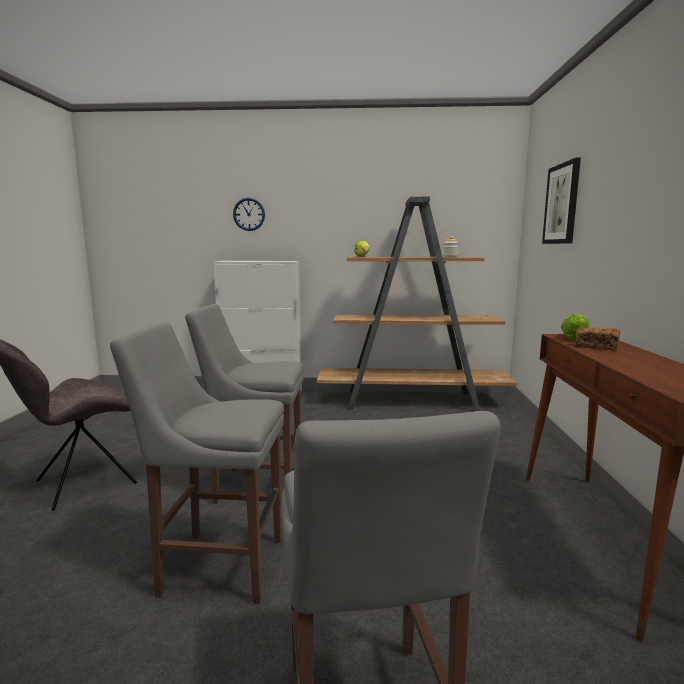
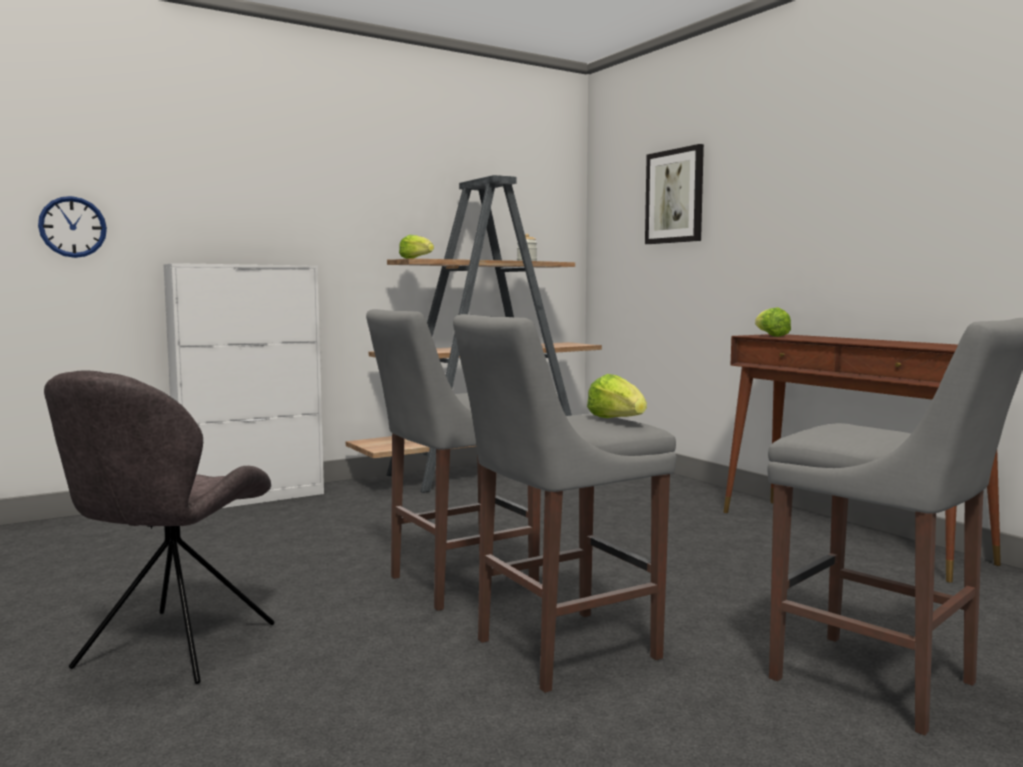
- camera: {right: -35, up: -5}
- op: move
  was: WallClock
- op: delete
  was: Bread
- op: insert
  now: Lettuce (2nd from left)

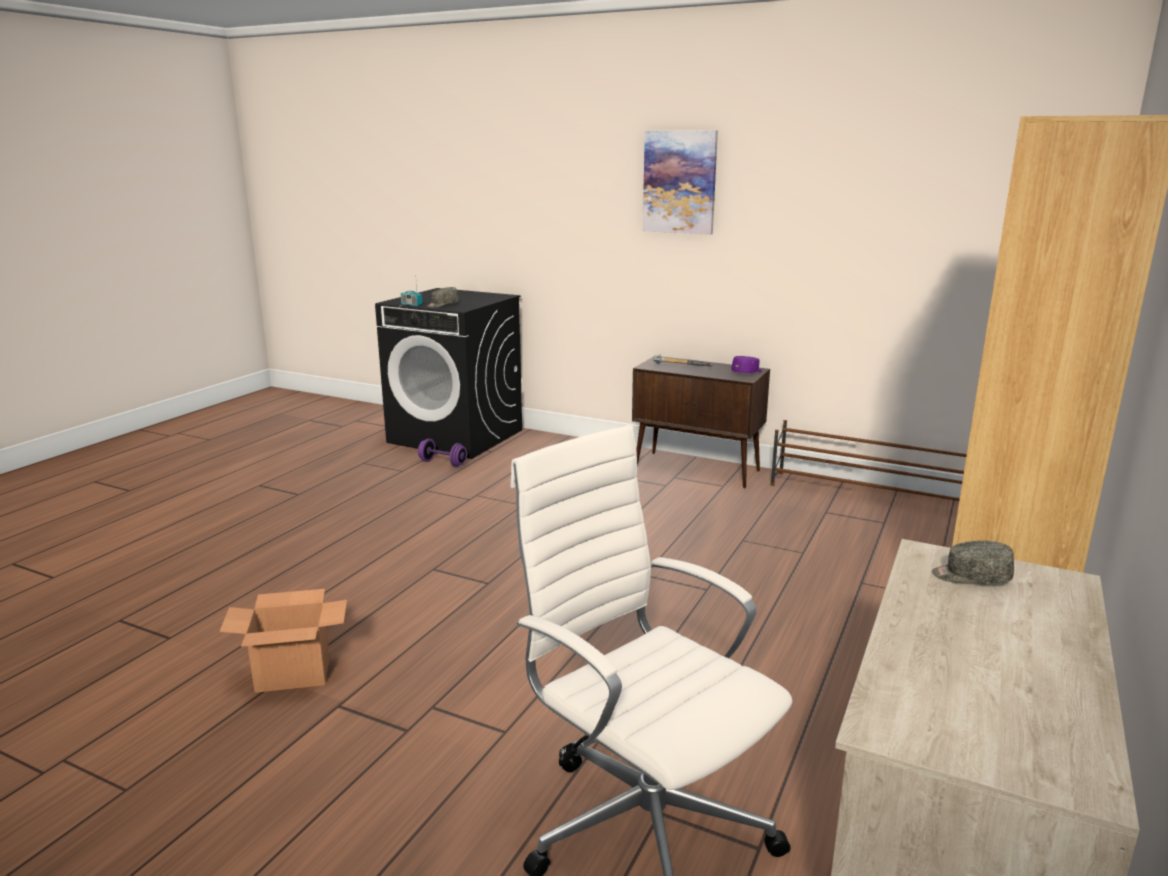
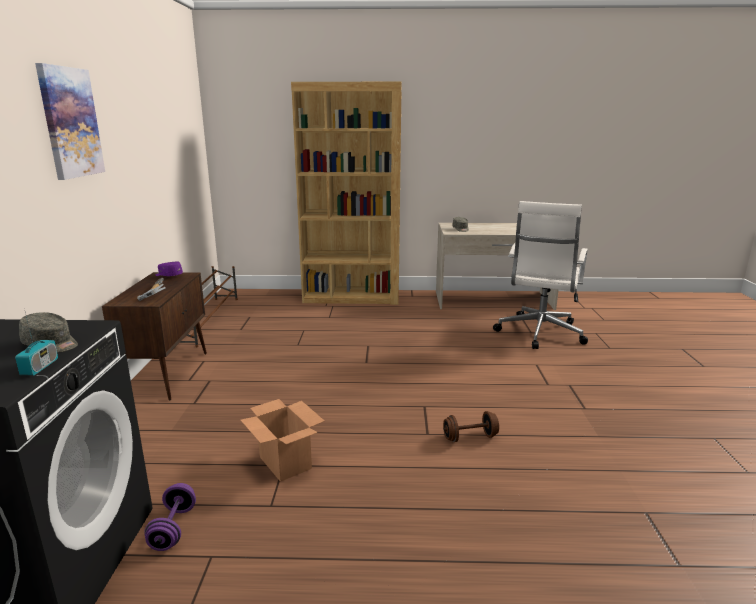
- camera: {right: -115, up: 0}
- op: move
  was: CardboardBox
- op: insert
  now: BrownDumbbell

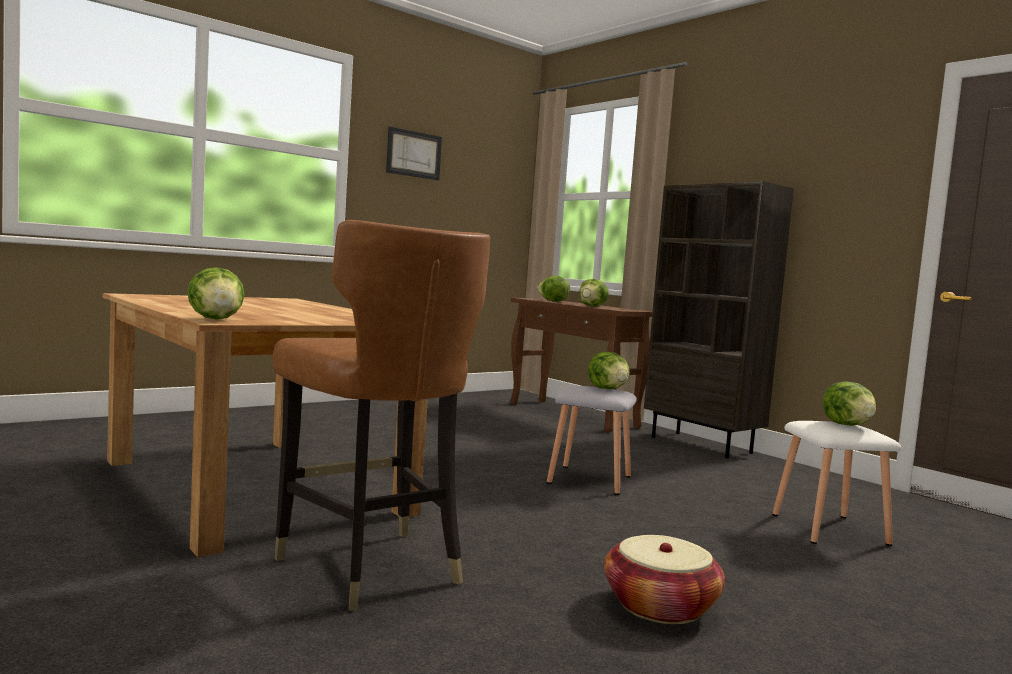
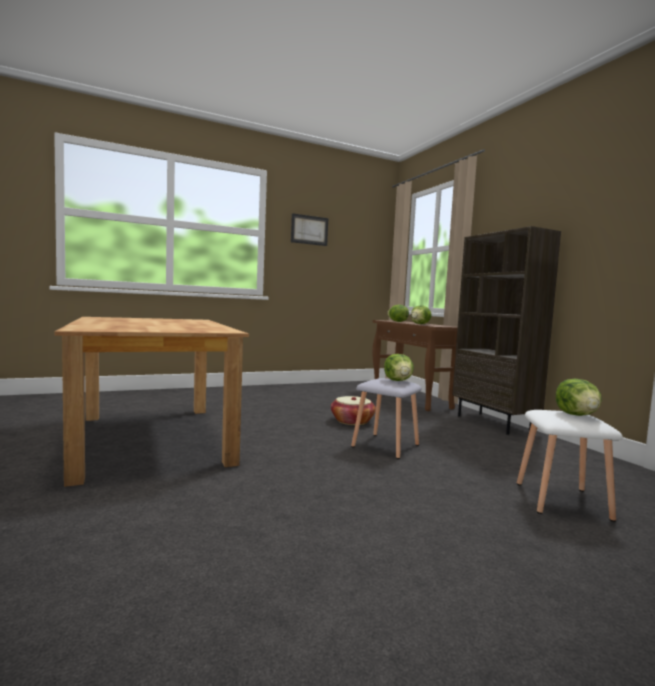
- camera: {right: 15, up: 0}
- op: delete
  was: Lettuce (1st from left)
- op: delete
  was: BrownChair
- op: move
  was: Basket

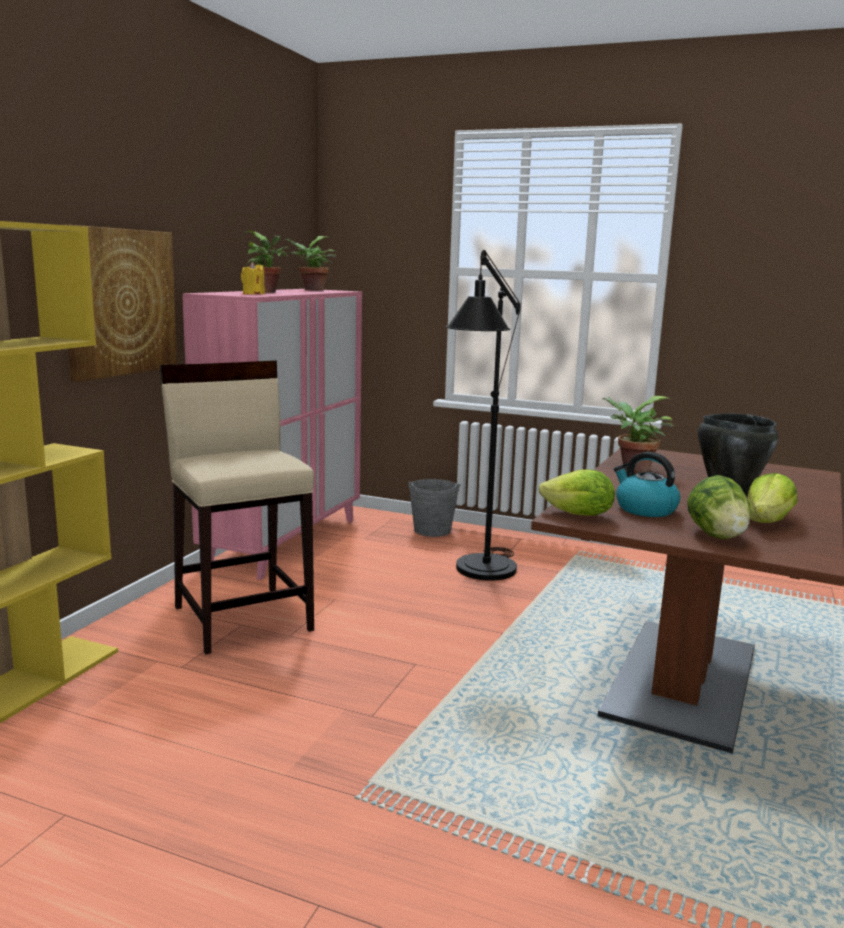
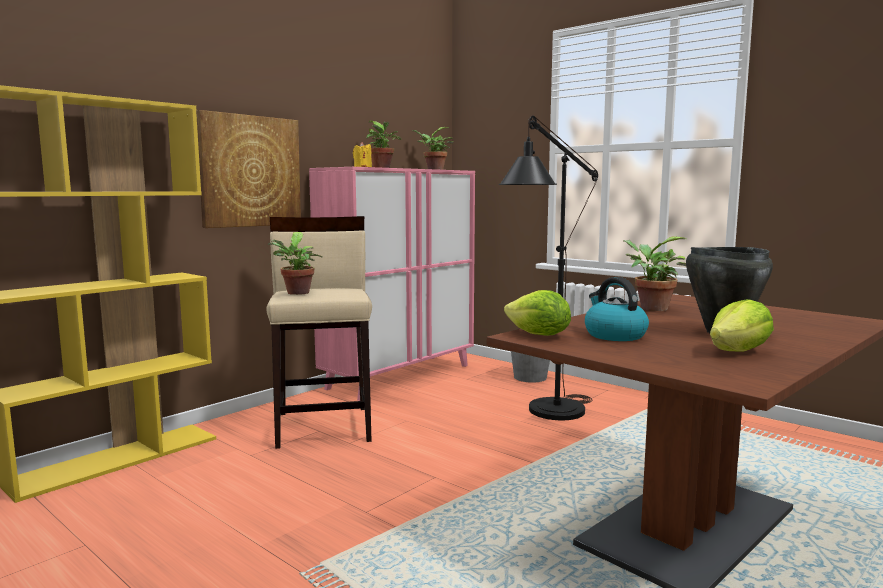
- camera: {right: 20, up: -5}
- op: delete
  was: Lettuce (2nd from left)
- op: insert
  now: PottedPlant (1st from left)

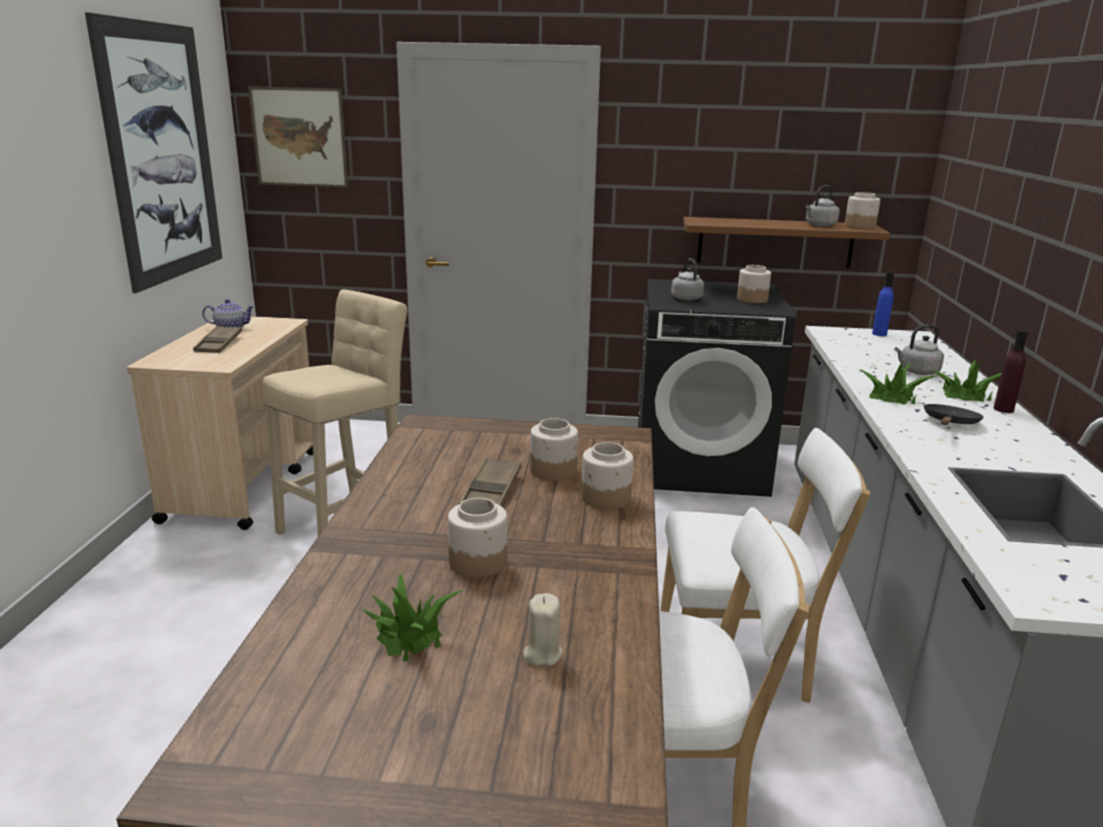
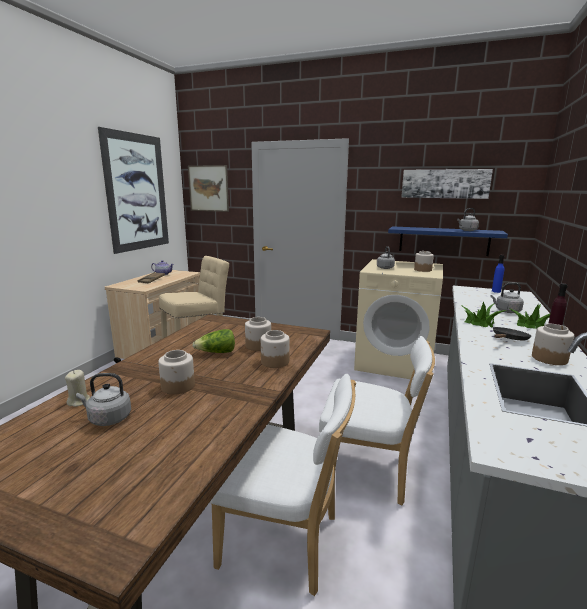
- camera: {right: 15, up: -5}
- op: replace
  was: PottedPlant (1st from left)
  now: GreyKettle (1st from left)
- op: replace
  was: BrownTray (2nd from left)
  now: Lettuce
- op: move
  was: BeigeCandle
- op: recolor
  was: BlackWashingMachine
  now: BeigeWashingMachine
- op: recolor
  was: BrownShelf
  now: BlueShelf
- op: move
  was: Jar (5th from left)
- op: insert
  now: Picture (3rd from left)

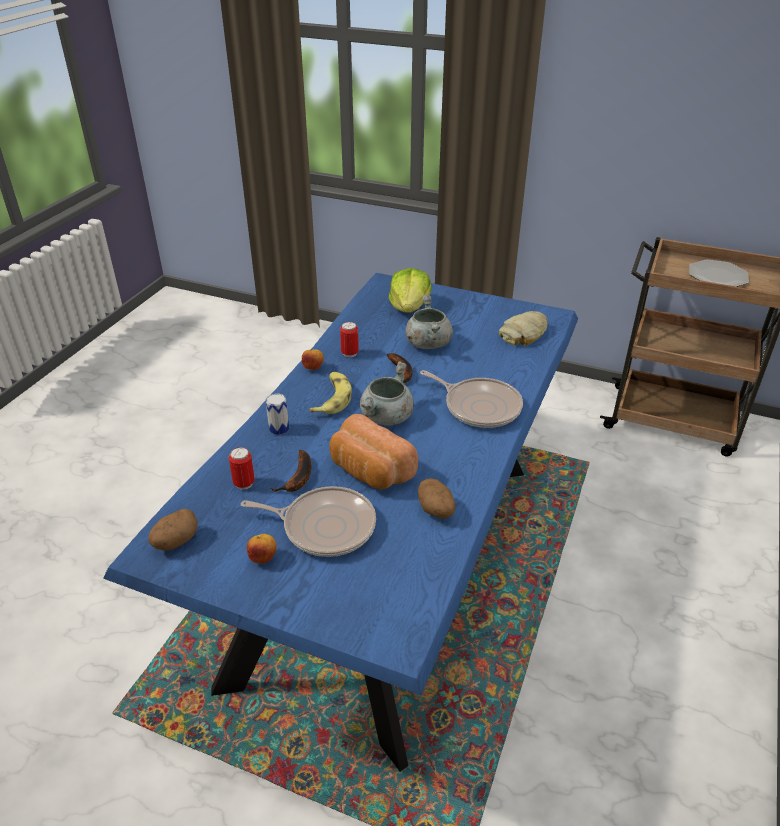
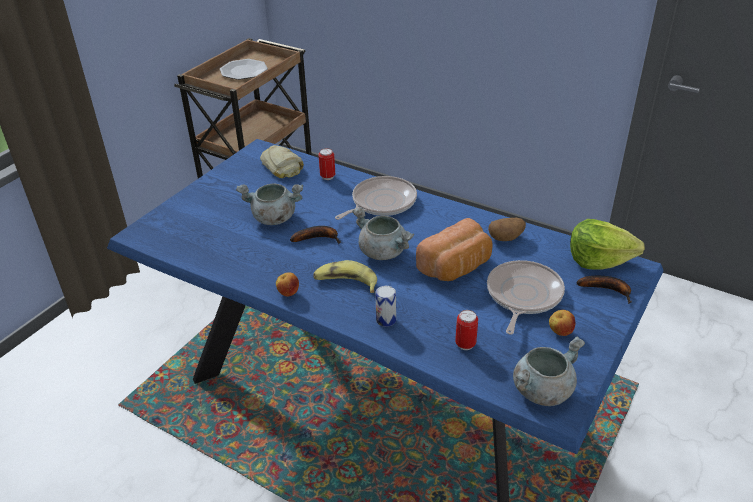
- camera: {right: -80, up: 0}
- op: replace
  was: Potato (1st from left)
  now: GreyCookingPot (3rd from left)
- op: move
  was: Banana (1st from left in the first image)
  now: Banana (3rd from left)
- op: move
  was: Can (3rd from left in the first image)
  now: Can (1st from left)
- op: move
  was: Lettuce

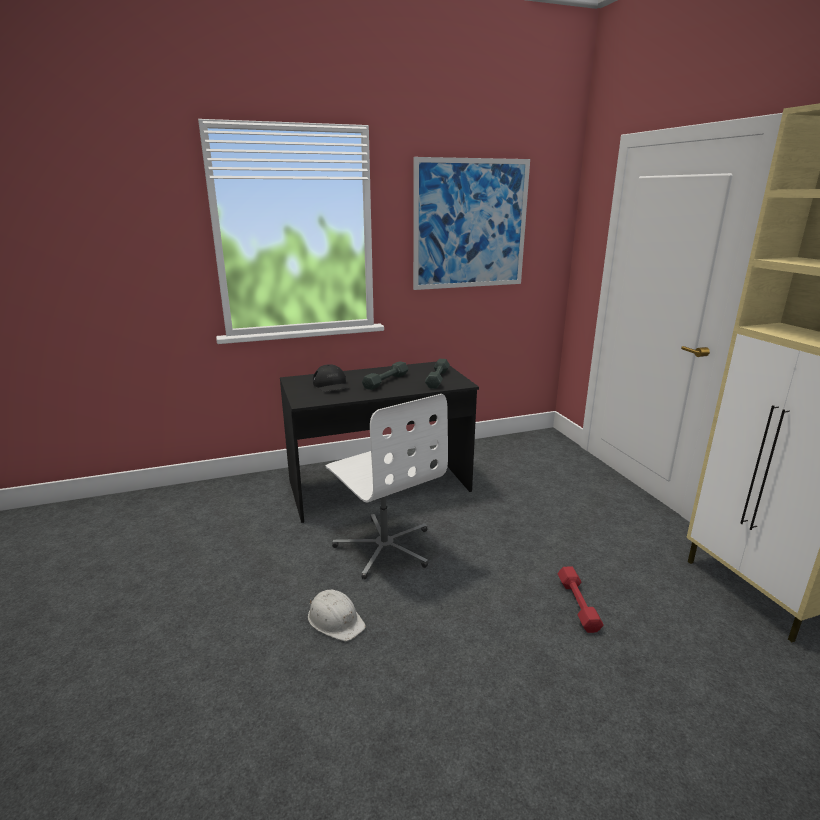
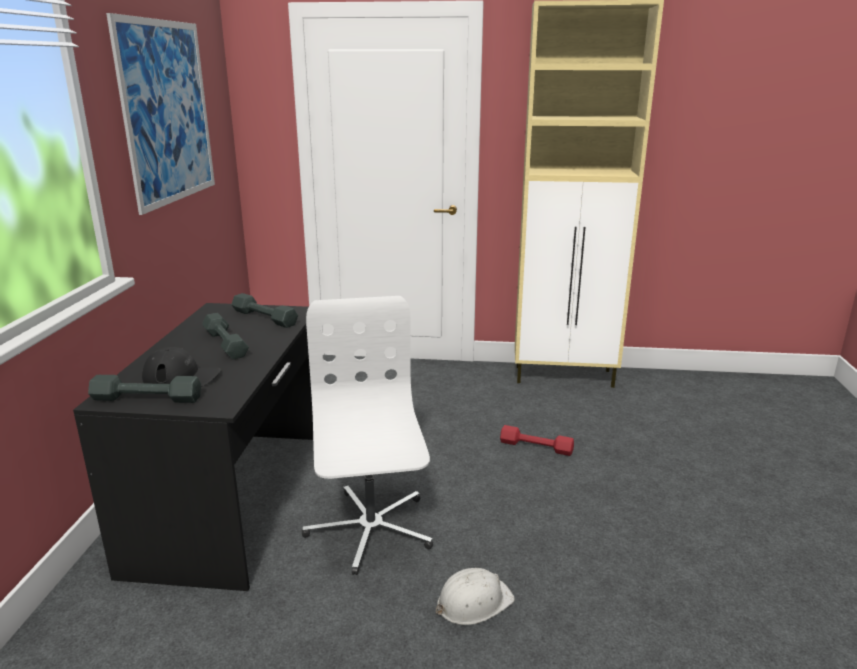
- camera: {right: -65, up: 0}
- op: rotate
  was: WhiteOfficeChair
  clockwise: -90
- op: insert
  now: GreyDumbbell (1st from left)

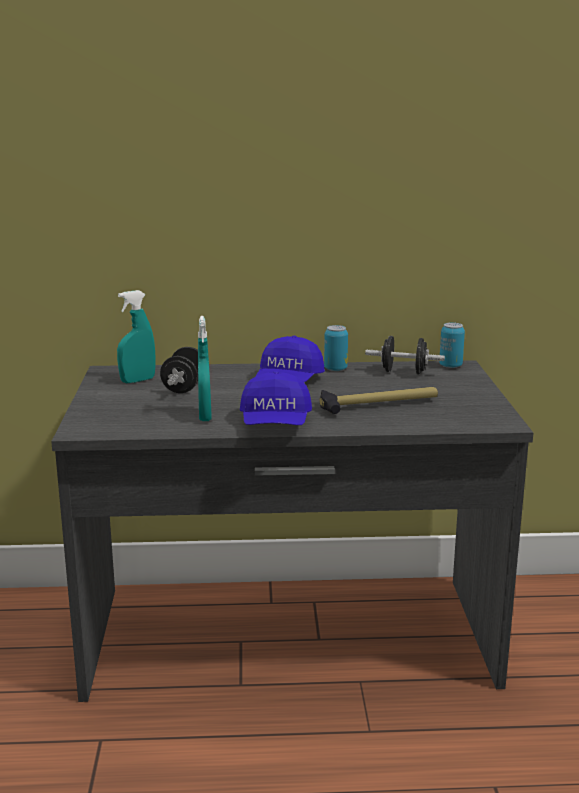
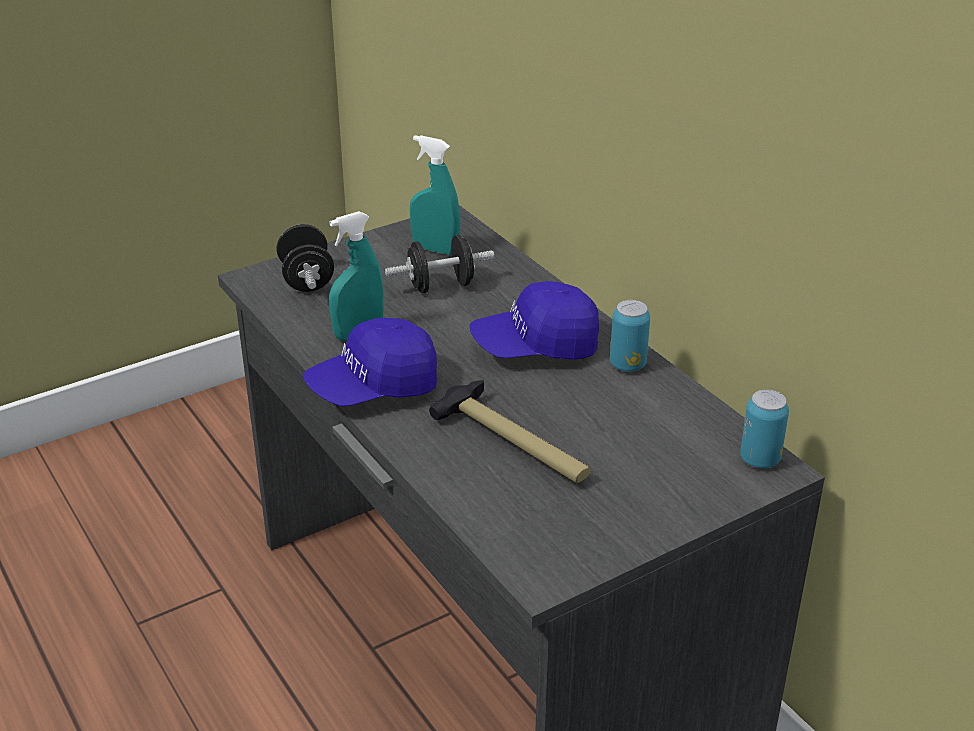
- camera: {right: 60, up: 15}
- op: move
  was: BlackDumbbell (2nd from left in the first image)
  now: BlackDumbbell (1st from left)

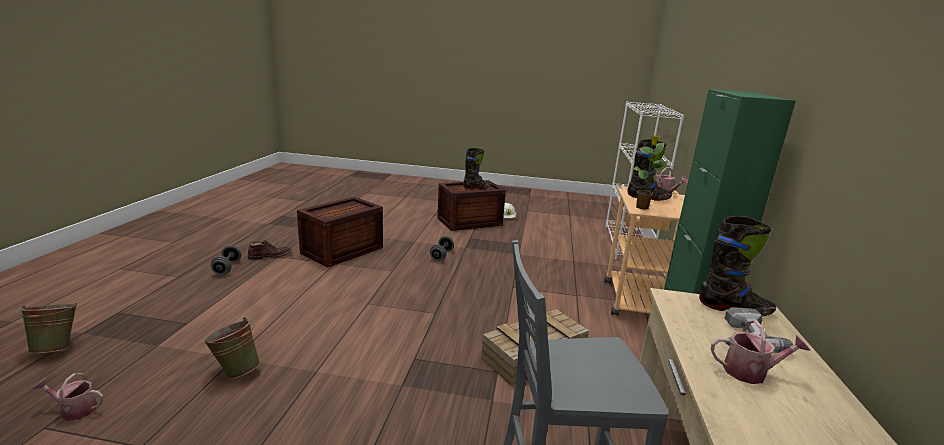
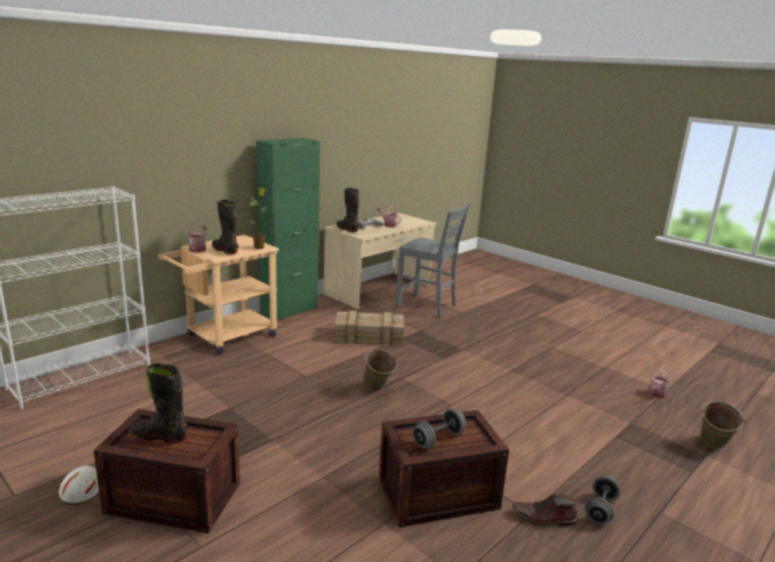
- camera: {right: -145, up: 0}
- op: rotate
  was: WateringCan (1st from left in the first image)
  clockwise: 90
- op: move
  was: GreenBucket (2nd from left in the first image)
  now: GreenBucket (1st from left)
- op: move
  was: GreyDumbbell (2nd from left in the first image)
  now: GreyDumbbell (1st from left)

